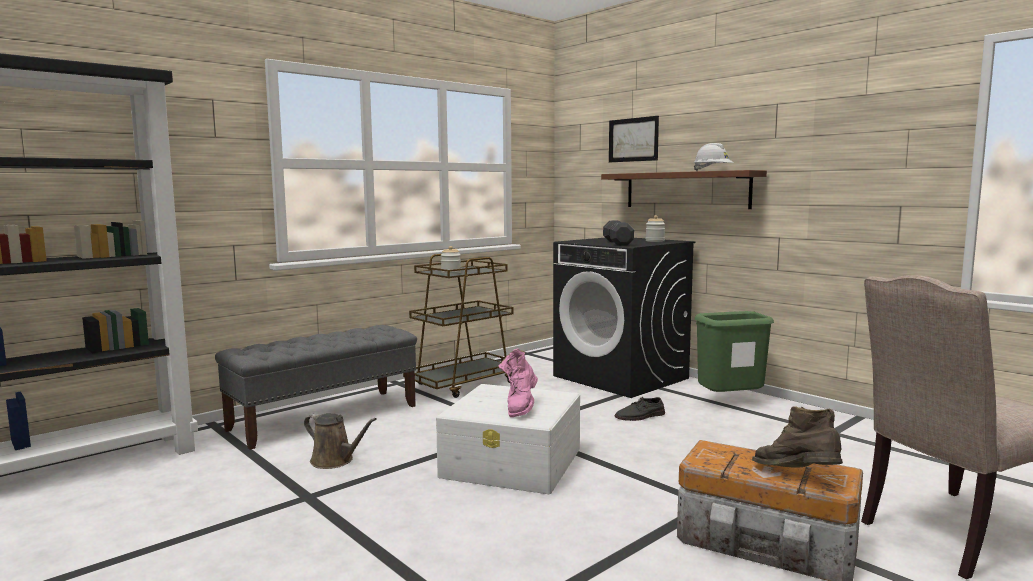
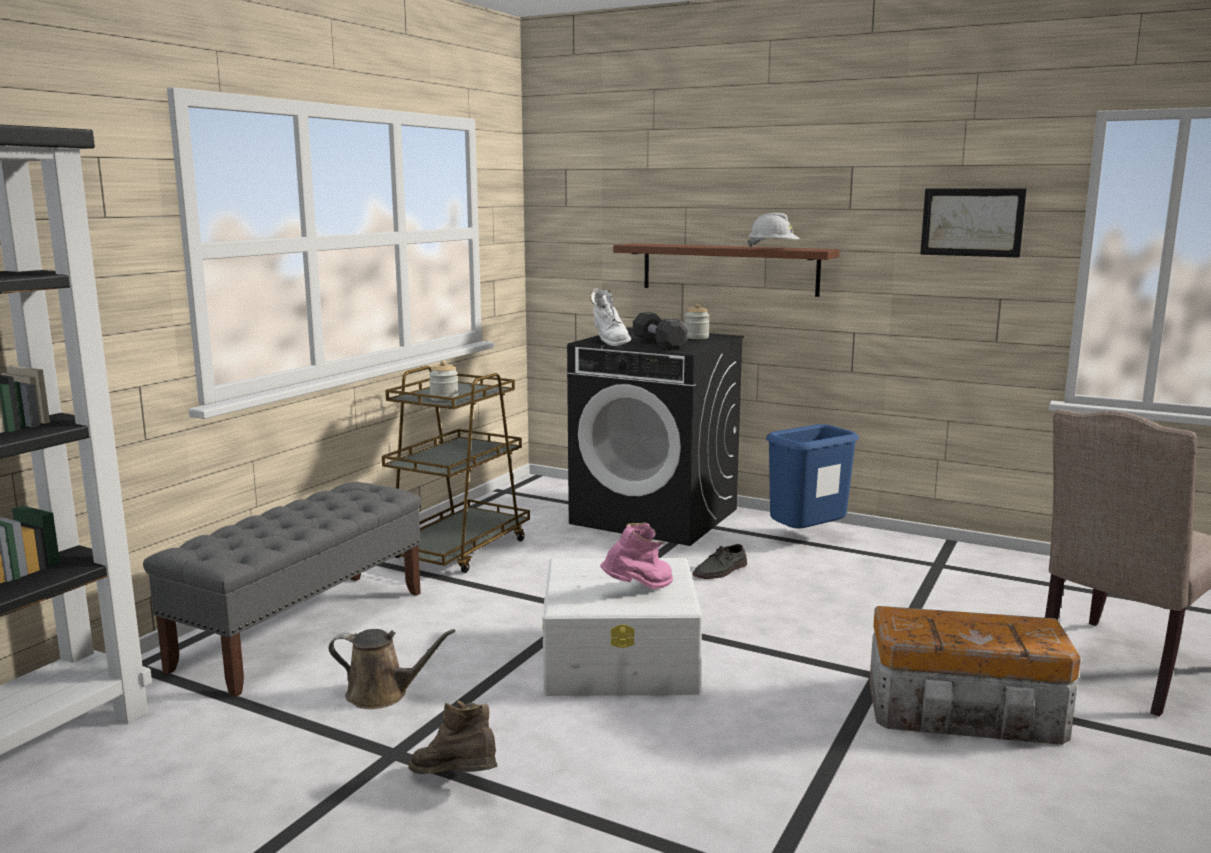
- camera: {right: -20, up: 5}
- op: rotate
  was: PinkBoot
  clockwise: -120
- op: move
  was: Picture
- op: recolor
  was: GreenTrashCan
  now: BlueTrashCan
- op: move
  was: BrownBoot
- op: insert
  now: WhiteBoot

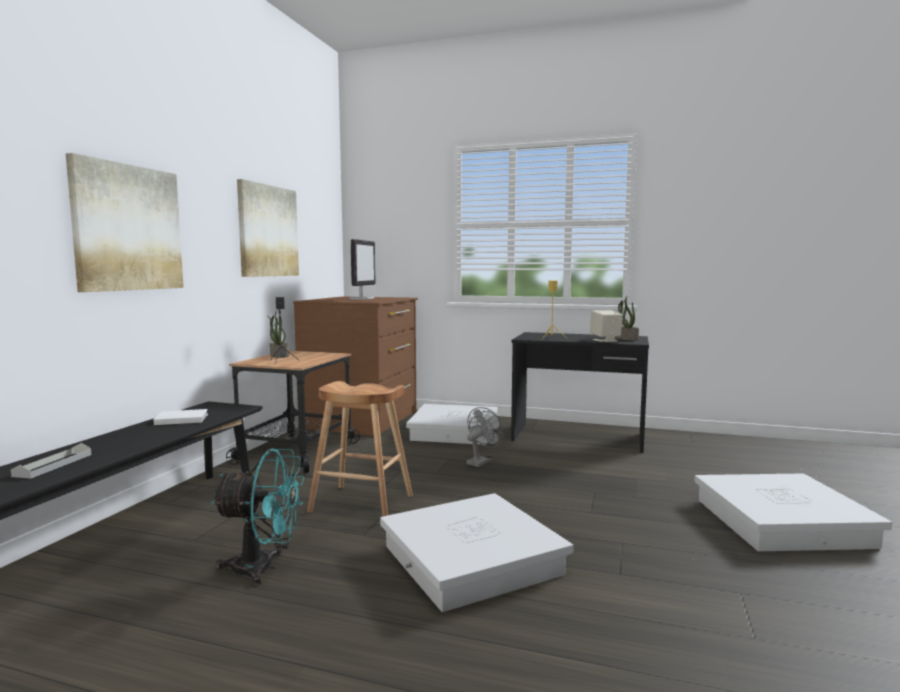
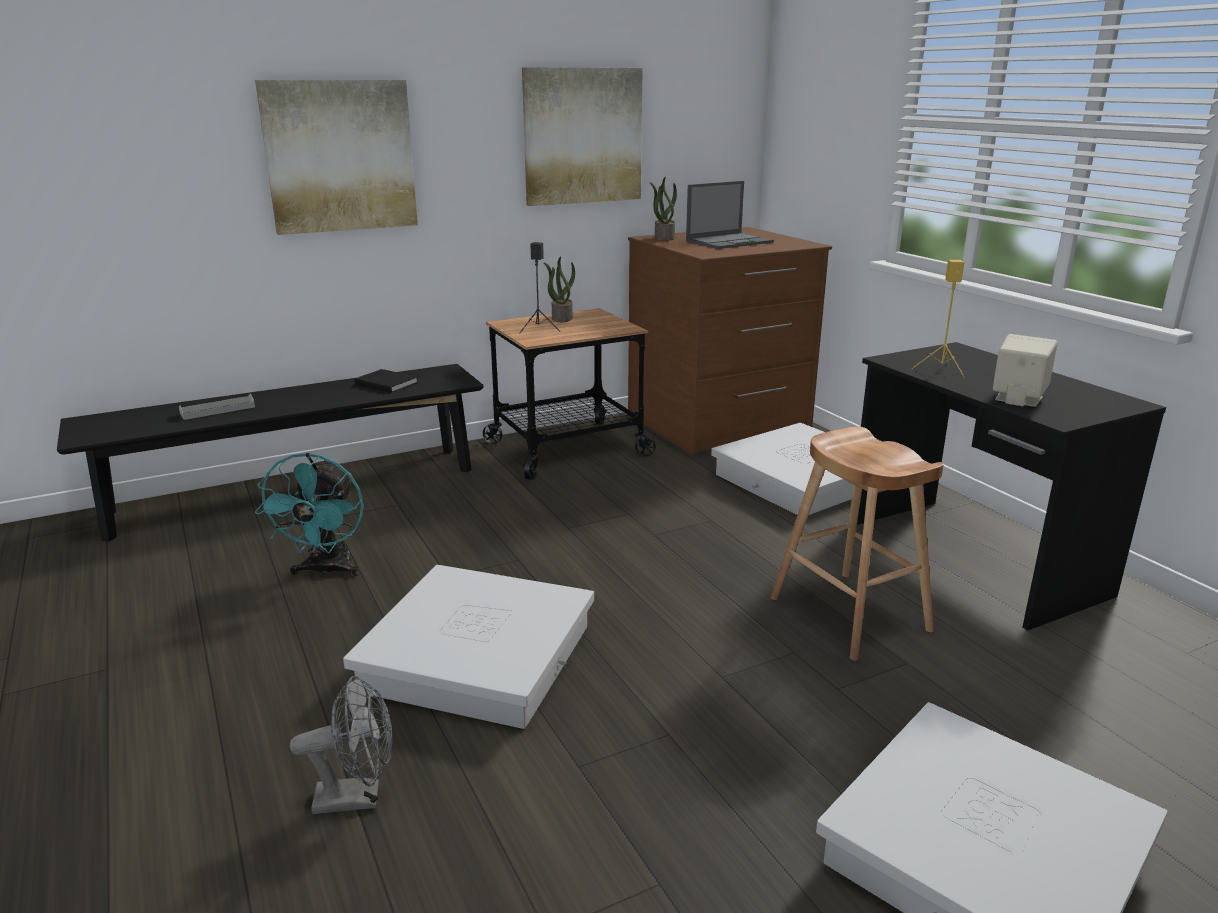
- camera: {right: 45, up: 15}
- op: recolor
  was: WhiteBook
  now: BlackBook
- op: rotate
  was: TurquoiseFan
  clockwise: 45
- op: move
  was: BrownStool
- op: replace
  was: Monitor
  now: Laptop
- op: move
  was: GreyFan
- op: move
  was: PottedPlant (2nd from left)

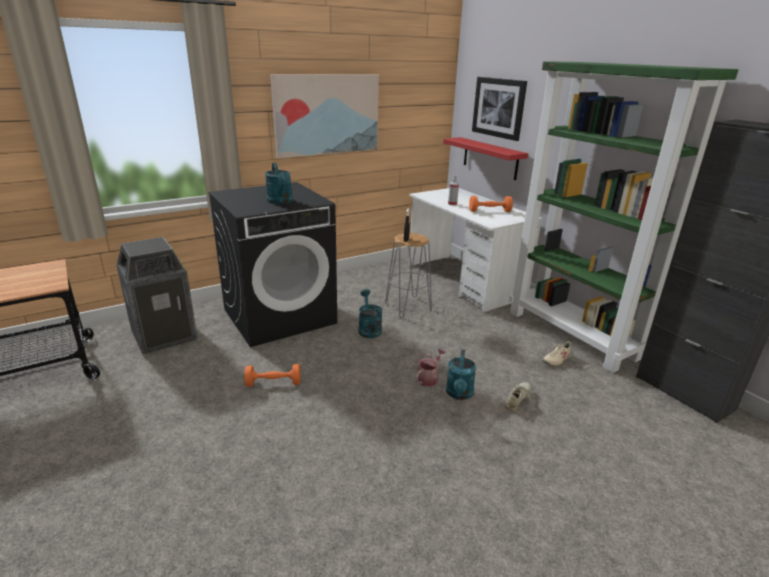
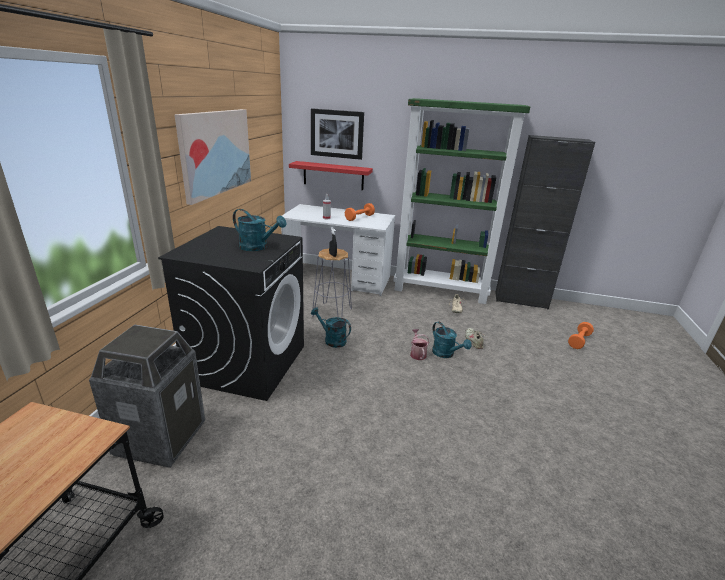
- camera: {right: -45, up: 0}
- op: move
  was: OrangeDumbbell (1st from left in the first image)
  now: OrangeDumbbell (2nd from left)

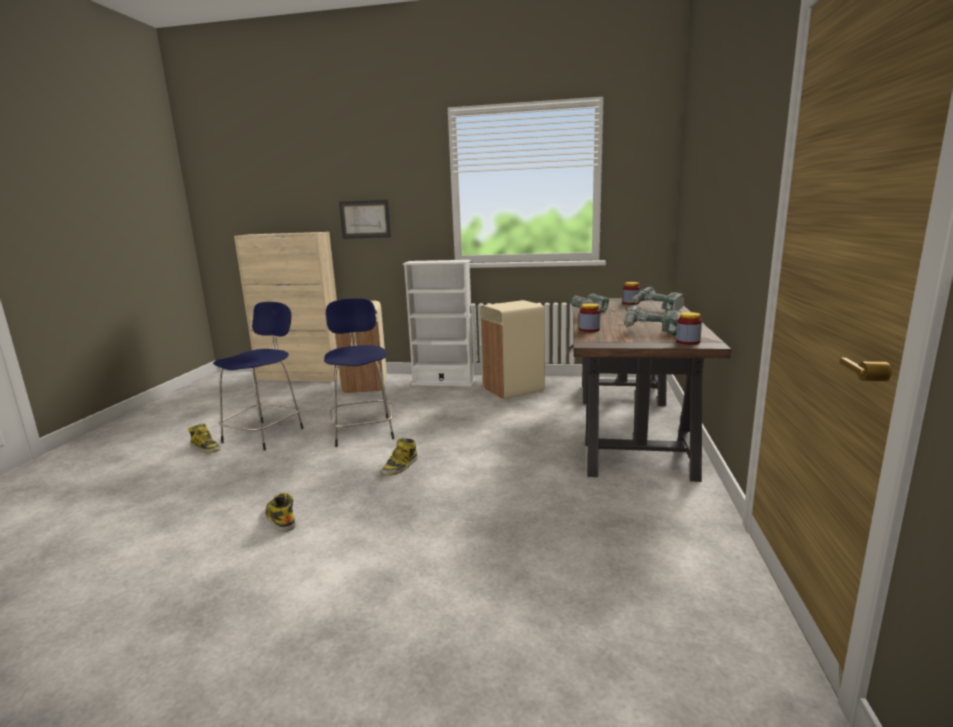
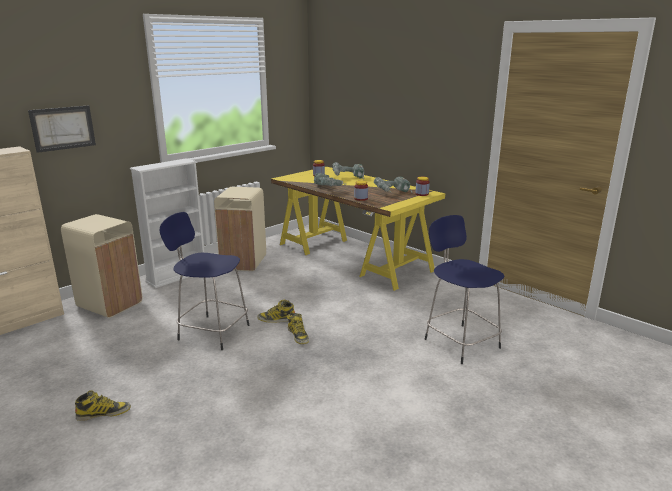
- camera: {right: -55, up: 5}
- op: move
  was: BlueStool (1st from left in the first image)
  now: BlueStool (2nd from left)
- op: move
  was: Boot (2nd from left)
- op: recolor
  was: BrownDesk
  now: YellowDesk

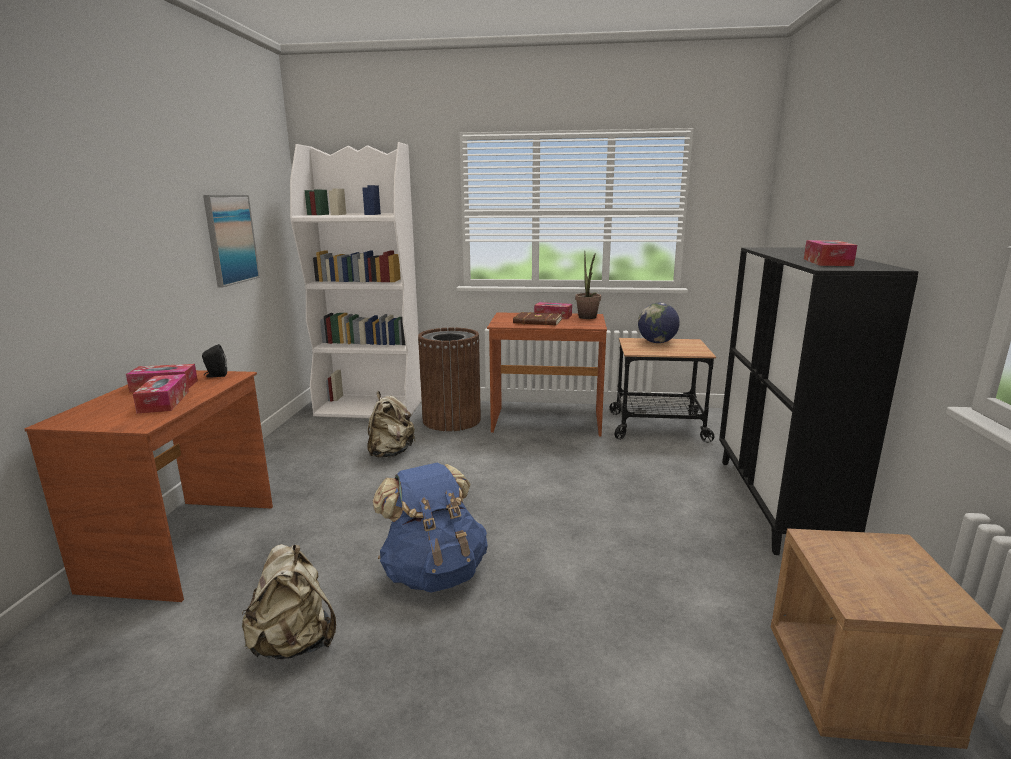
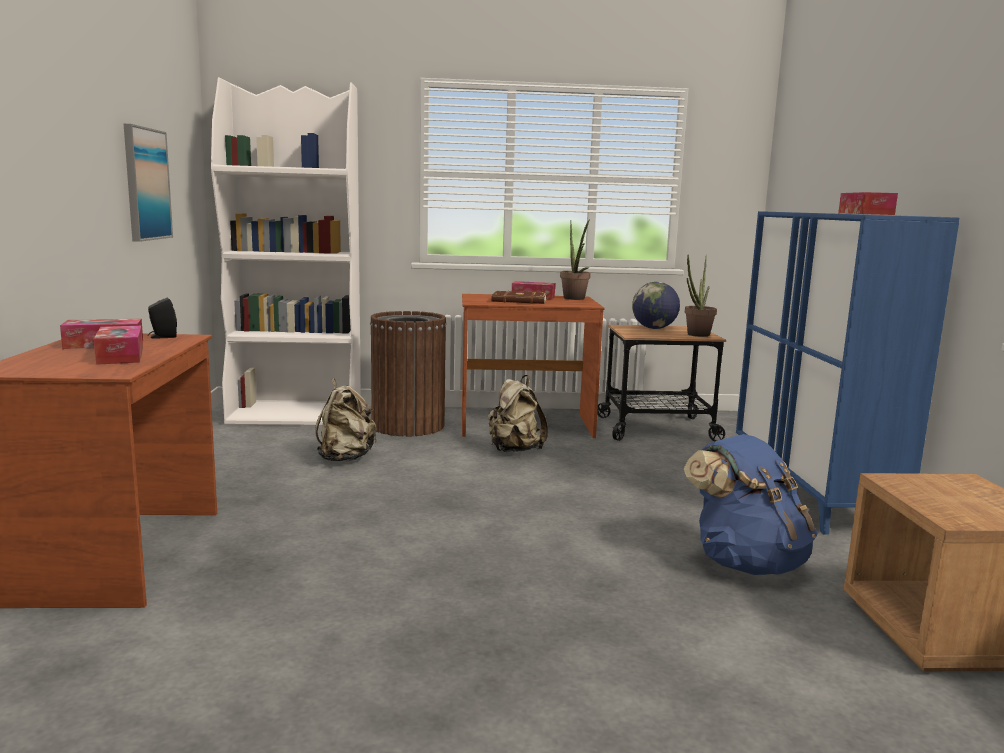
- camera: {right: -10, up: -5}
- op: move
  was: BeigeBackpack (1st from left in the first image)
  now: BeigeBackpack (2nd from left)
- op: move
  was: BlueBackpack
- op: recolor
  was: BlackCabinet
  now: BlueCabinet
- op: insert
  now: PottedPlant (2nd from left)

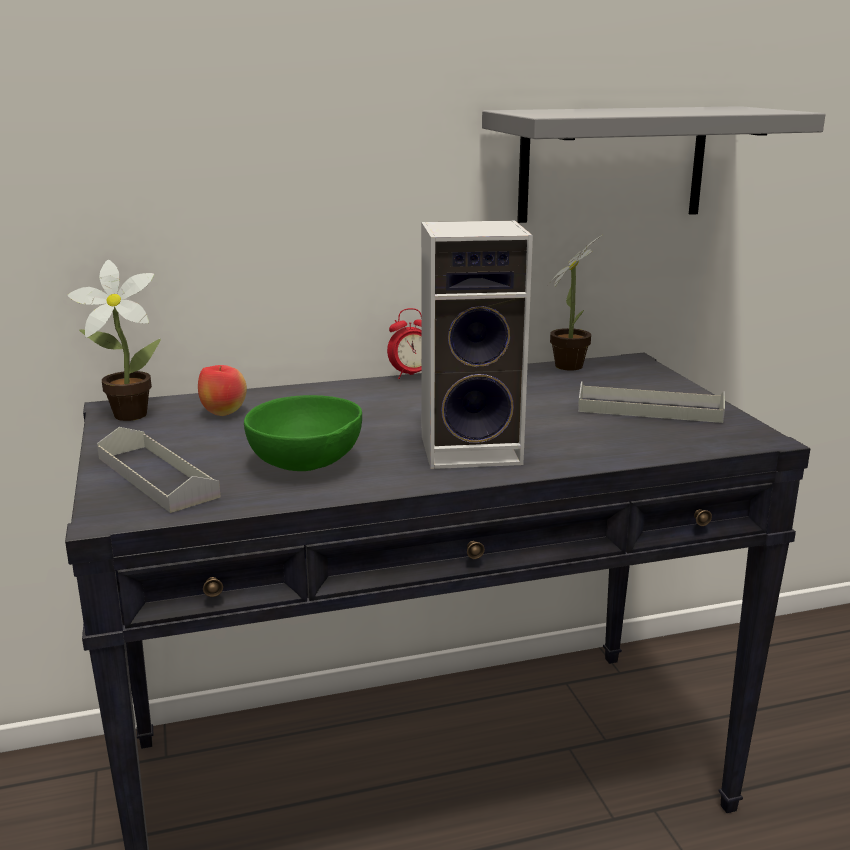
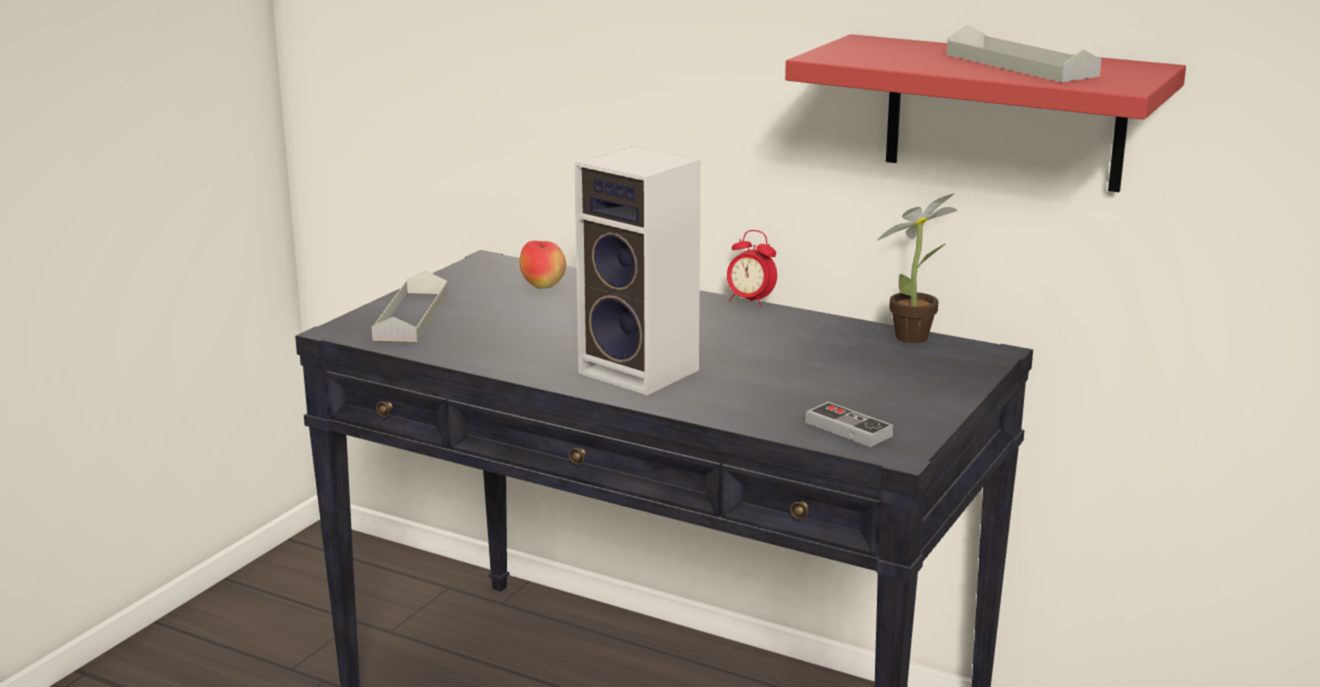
- camera: {right: 45, up: 0}
- op: delete
  was: PottedPlant (1st from left)
- op: delete
  was: GreenBowl
- op: recolor
  was: GreyShelf
  now: RedShelf
- op: move
  was: GreyTray (2nd from left)
- op: insert
  now: GameController

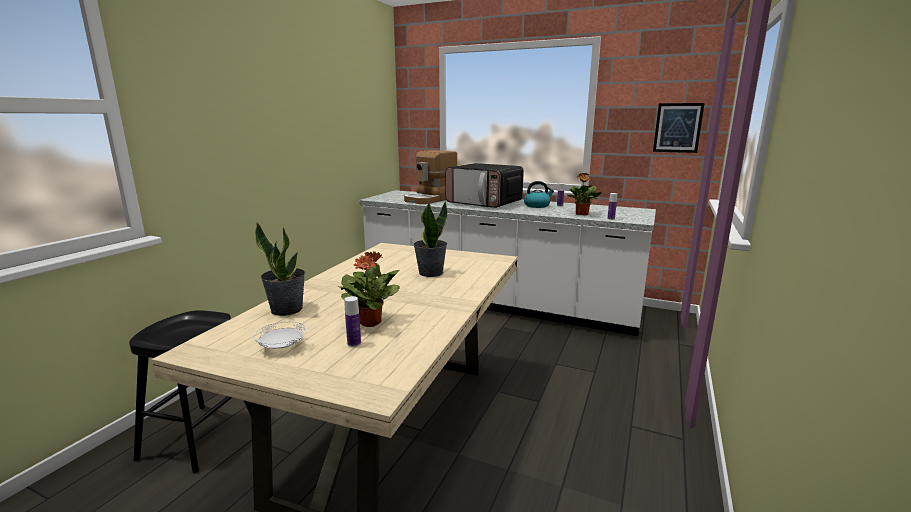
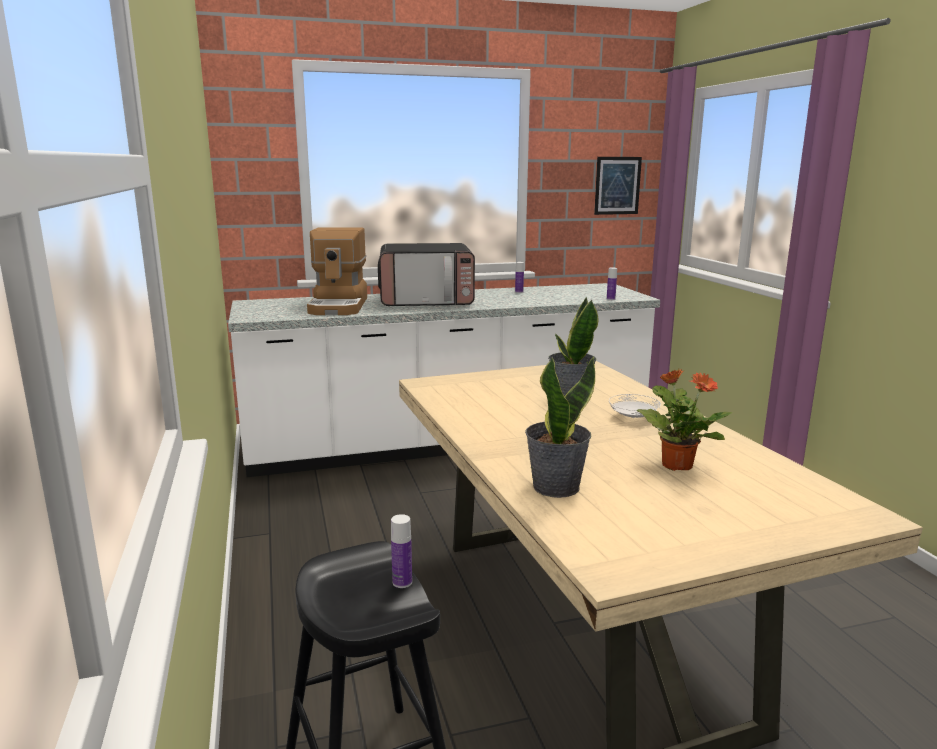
- camera: {right: -40, up: 0}
- op: move
  was: WhitePlate
- op: move
  was: Bottle (1st from left)
- op: delete
  was: Kettle
- op: delete
  was: PottedPlant (4th from left)

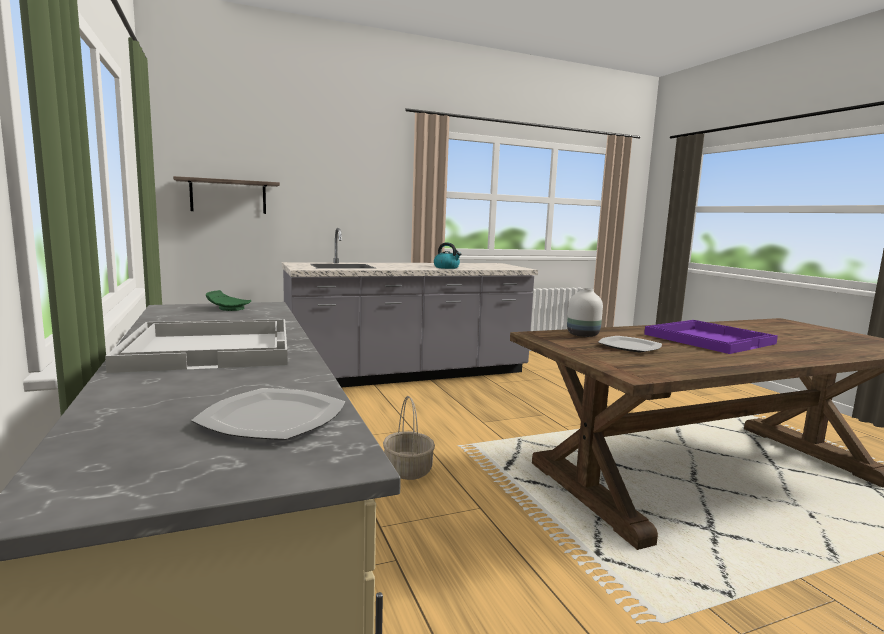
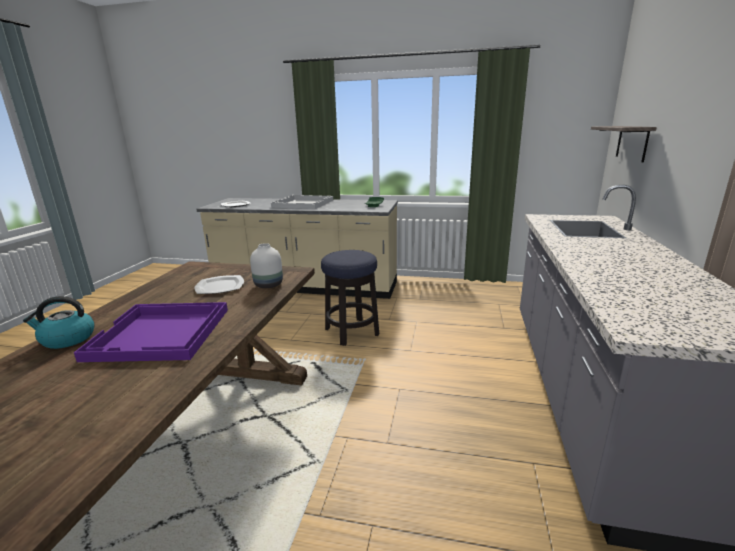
- camera: {right: 125, up: 10}
- op: replace
  was: Basket
  now: Stool
- op: move
  was: Kettle

